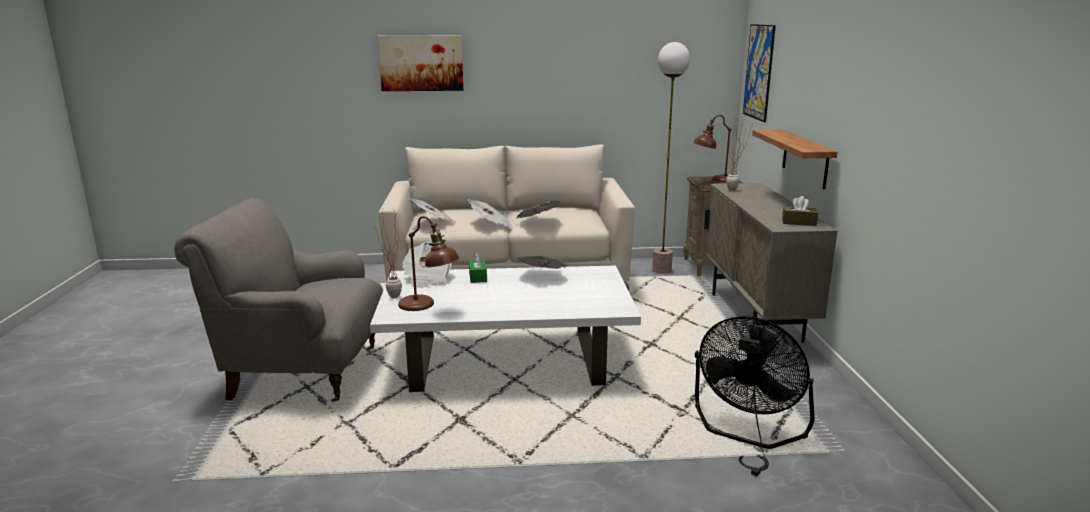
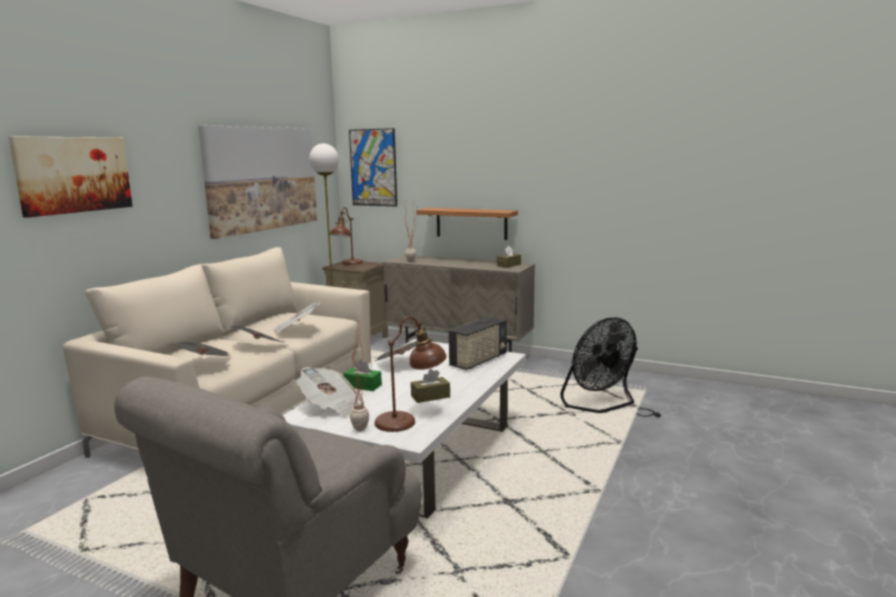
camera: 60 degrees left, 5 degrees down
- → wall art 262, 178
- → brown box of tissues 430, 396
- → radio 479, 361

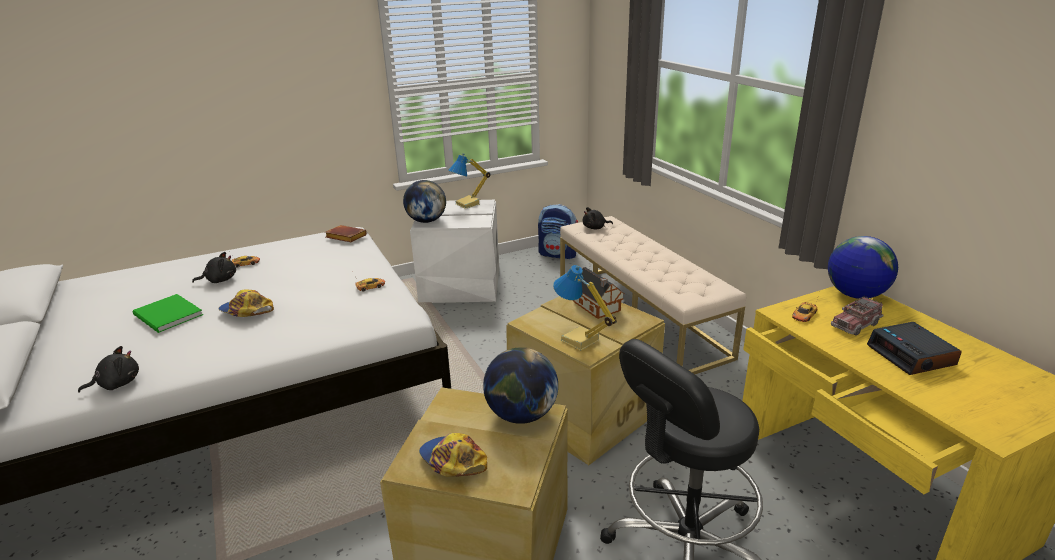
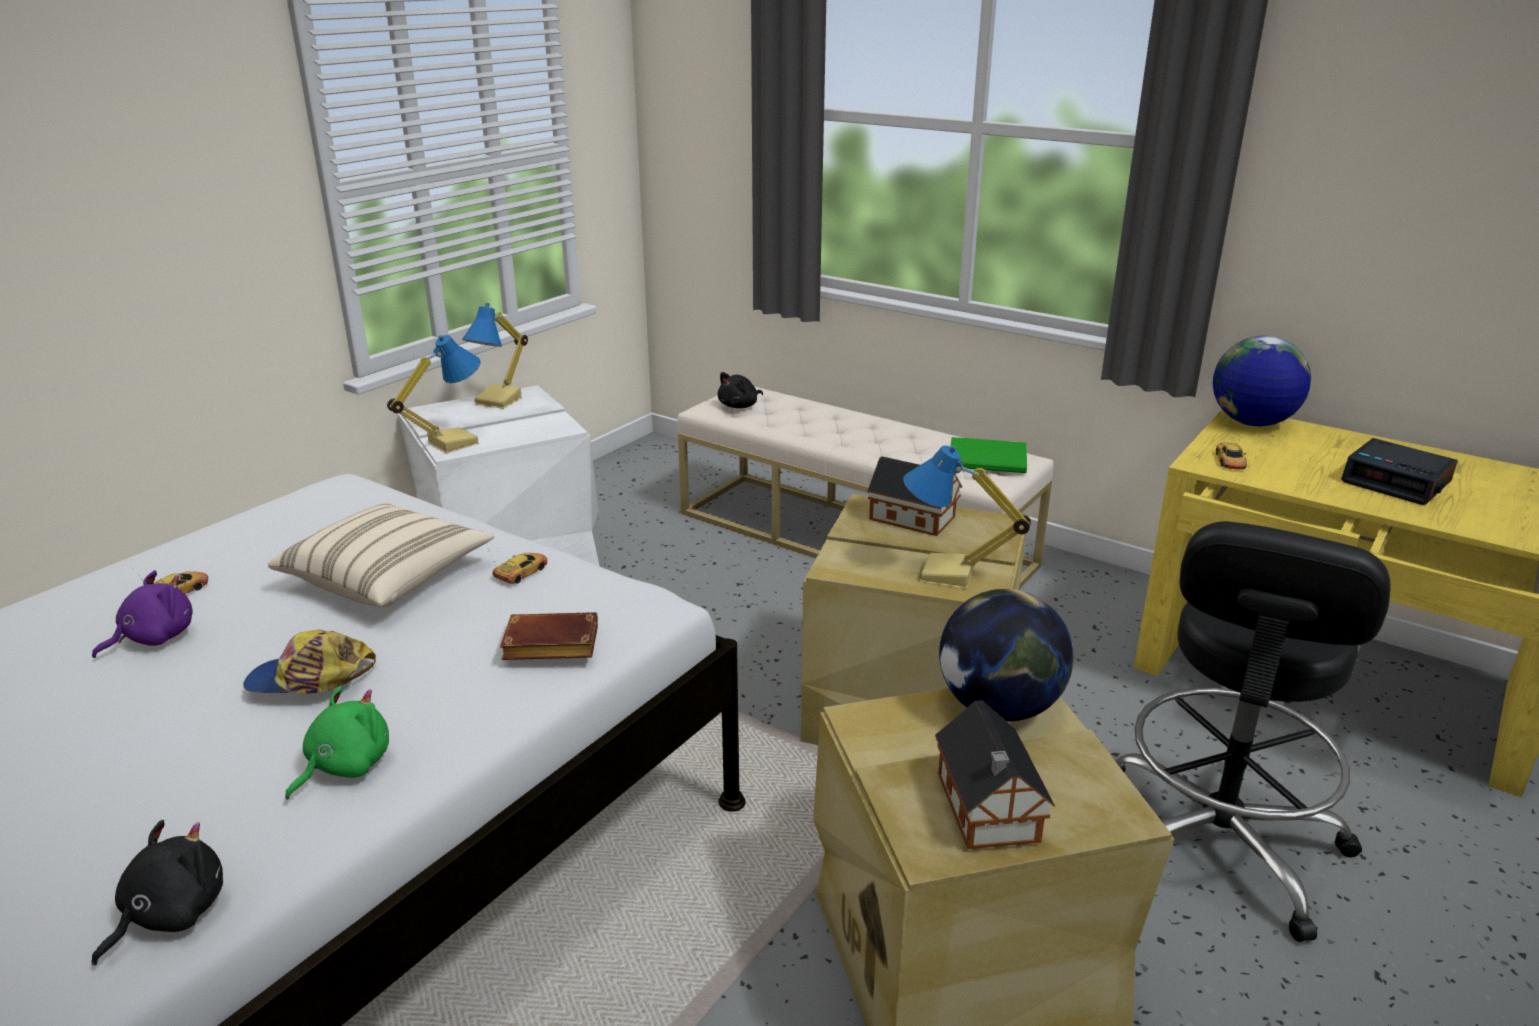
camera: 30 degrees left, 0 degrees up
rucksack 558, 254 → -
toy truck 855, 324 → -
- → beige cushion 388, 578
- → greenish cuddly toy 344, 766
greenish volume 167, 316 → greenish volume 990, 459, relocated
brown volume 345, 237 → brown volume 548, 646, relocated
globe 426, 221 → lamp for a table 451, 442
peaked cap 452, 460 → toy house 987, 811
black cuddly toy 219, 280 → purple cuddly toy 154, 638

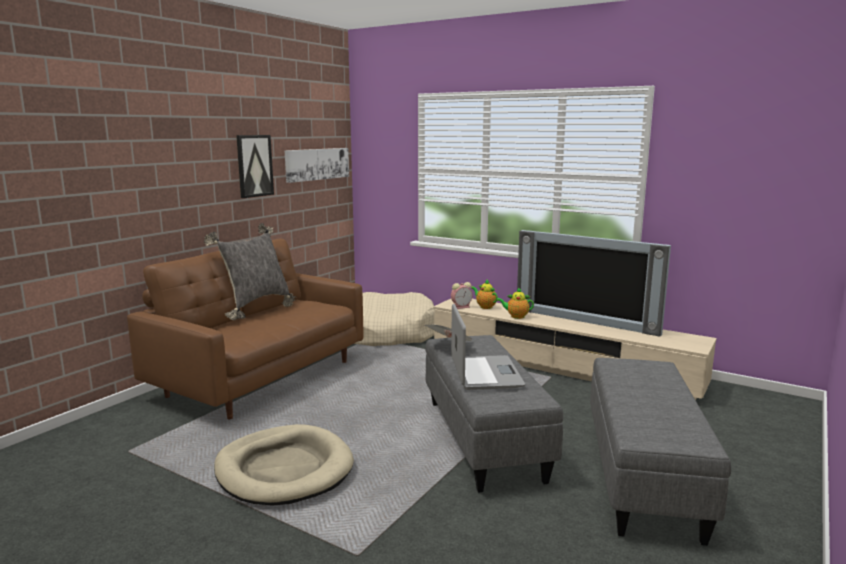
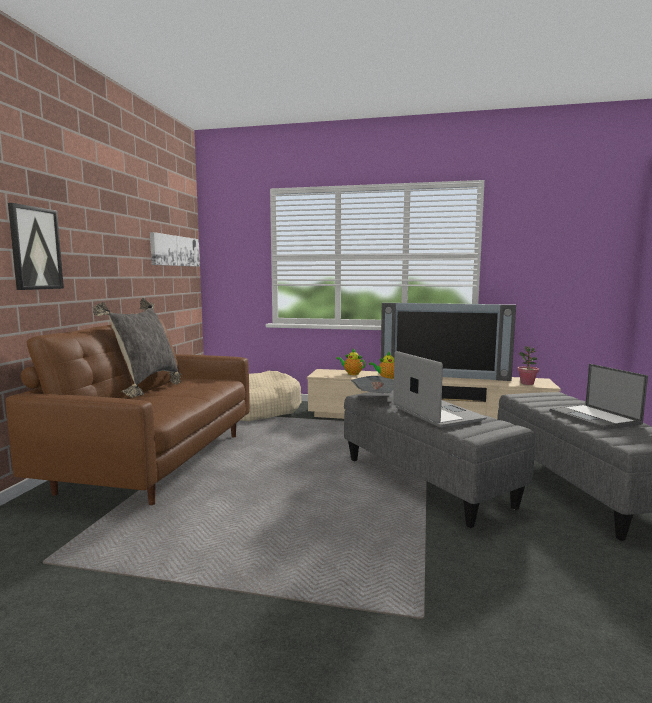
camera: 20 degrees left, 5 degrees down
beige dog cushion 284, 470 → -
bedside clock 461, 307 → -
- → houseplant 527, 383
- → notebook computer 595, 418
wall art 254, 166 → wall art 35, 248, relocated

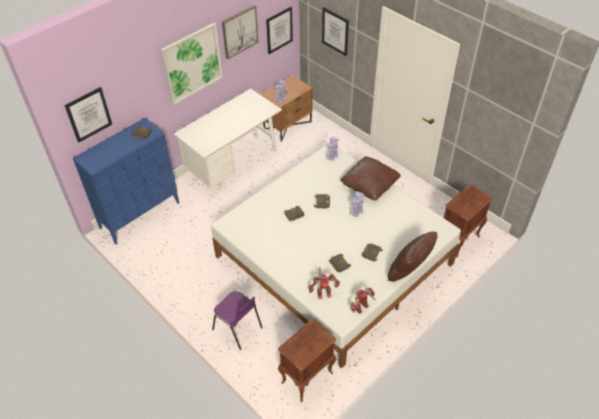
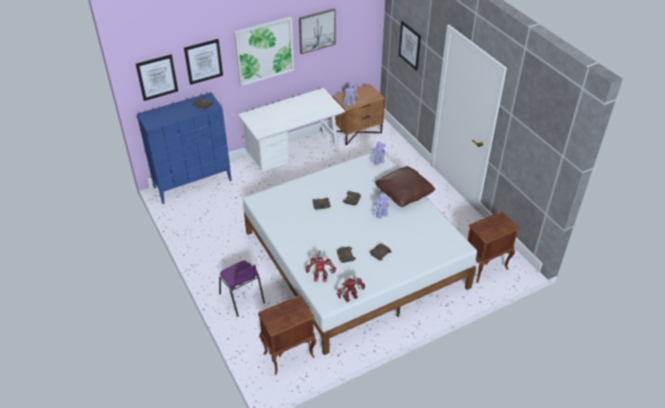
camera: 15 degrees right, 5 degrees down
brown cushion 409, 271 → -
wall art 279, 30 → wall art 203, 61, relocated

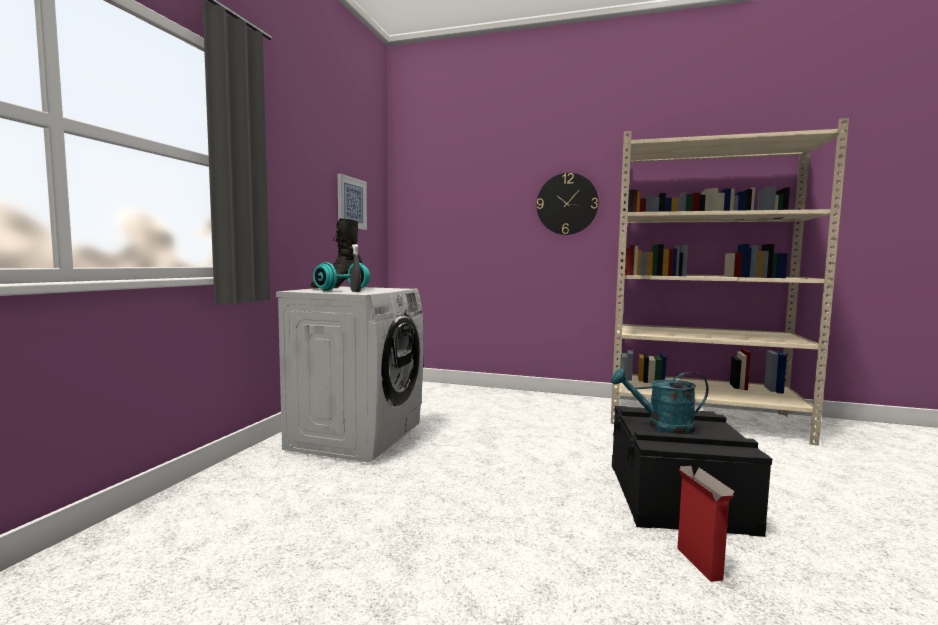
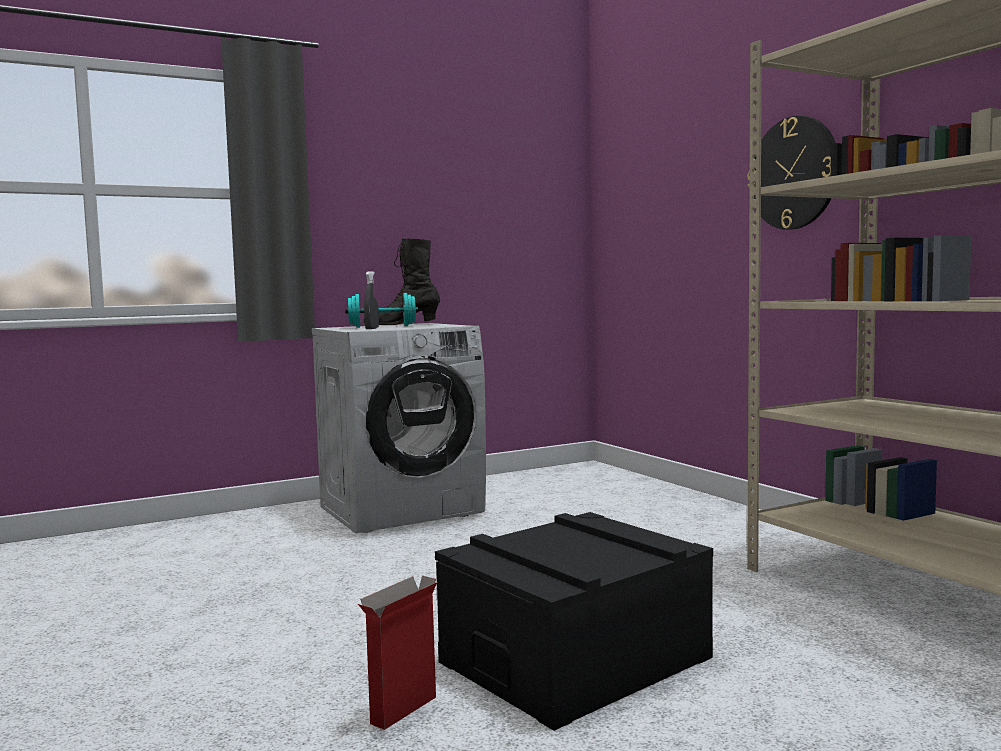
camera: 45 degrees right, 0 degrees up
wall art 351, 203 → -
blue-green watering pot 662, 426 → -

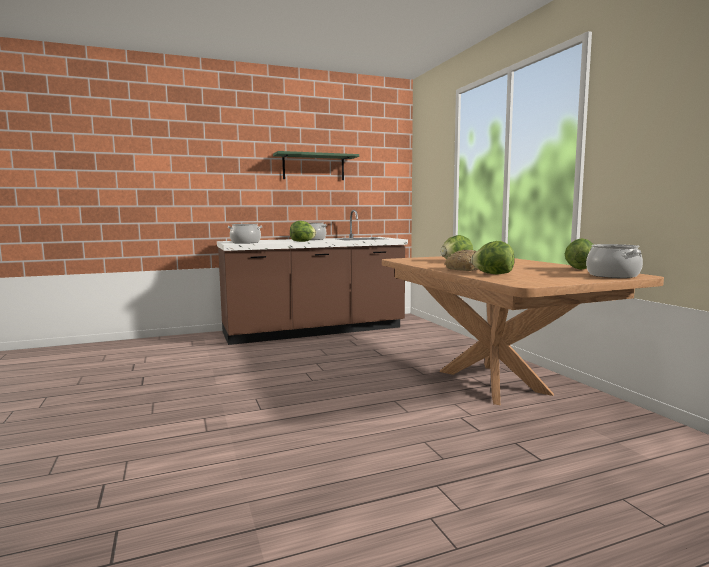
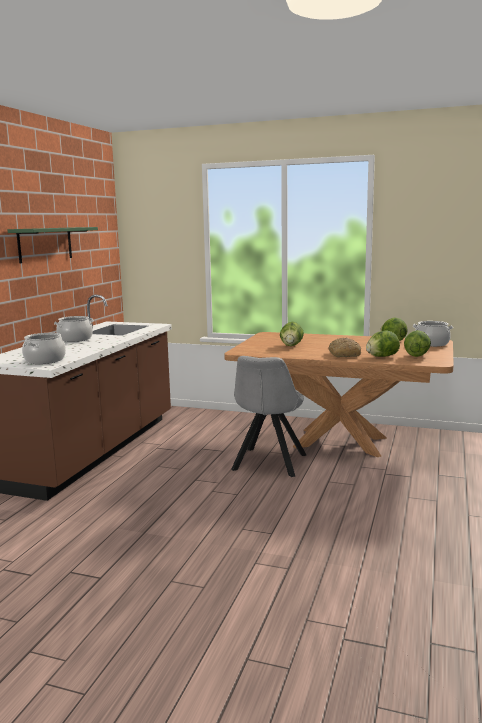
camera: 50 degrees left, 5 degrees up
- → greyish chair 269, 463
lettuce 302, 241 → lettuce 416, 356, relocated

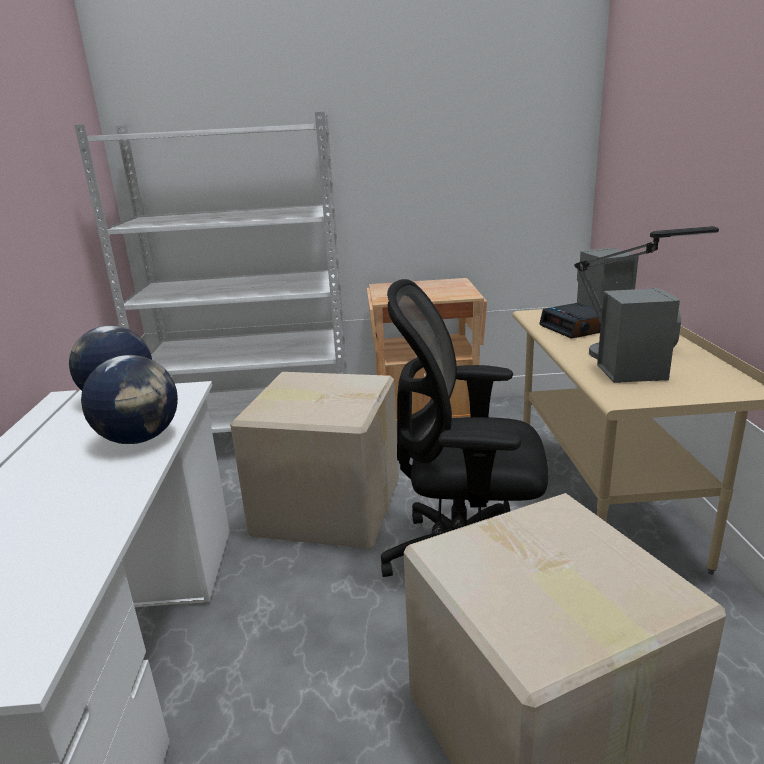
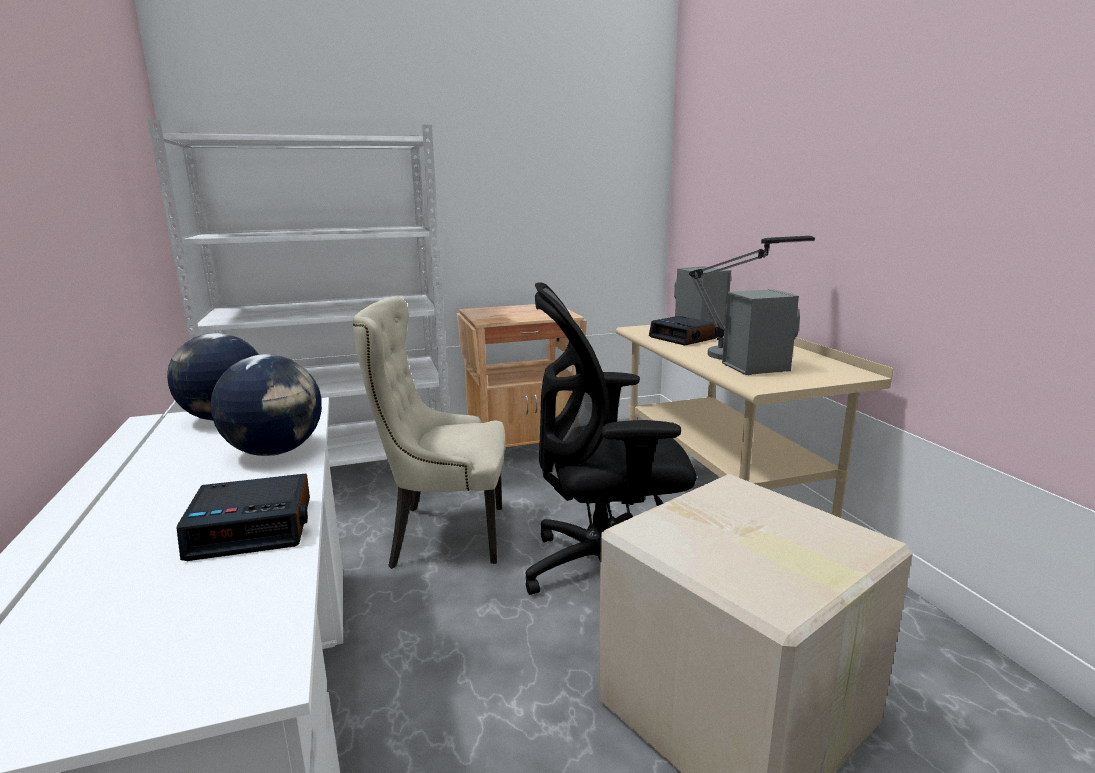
camera: 15 degrees left, 5 degrees down
- → bedside clock 253, 527
cardboard box 327, 506 → beige chair 445, 535

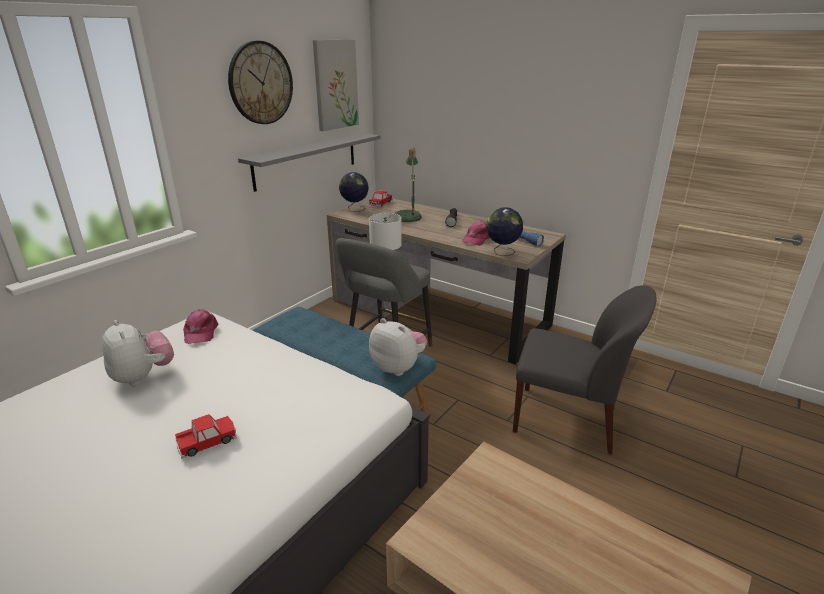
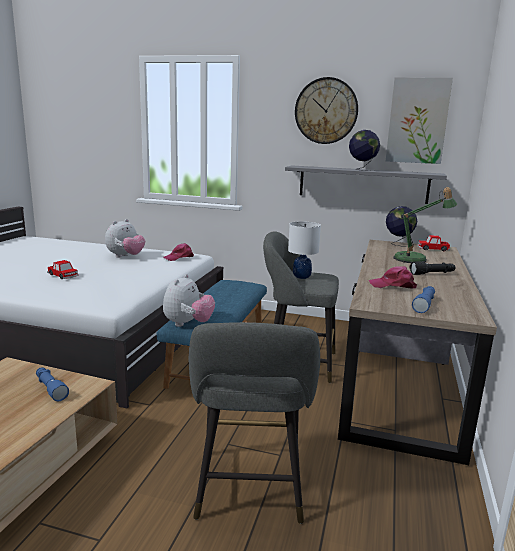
camera: 70 degrees right, 10 degrees down
- → blue-coloured flashlight 50, 389
globe 502, 252 → globe 362, 169, relocated
greyish chair 568, 420 → greyish sitting stool 249, 490

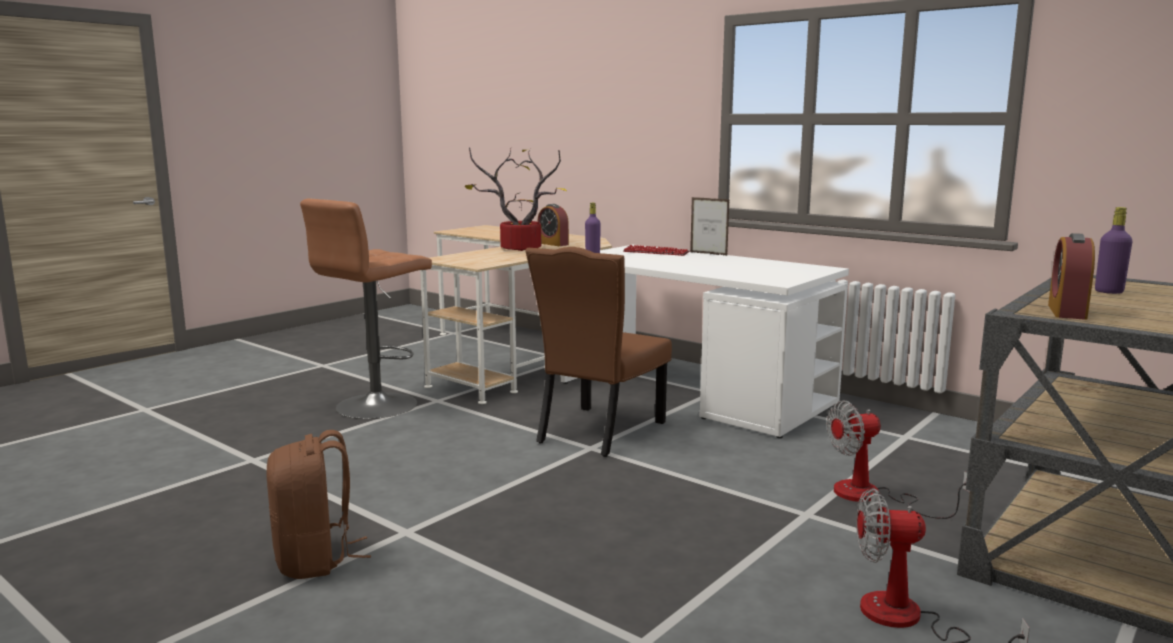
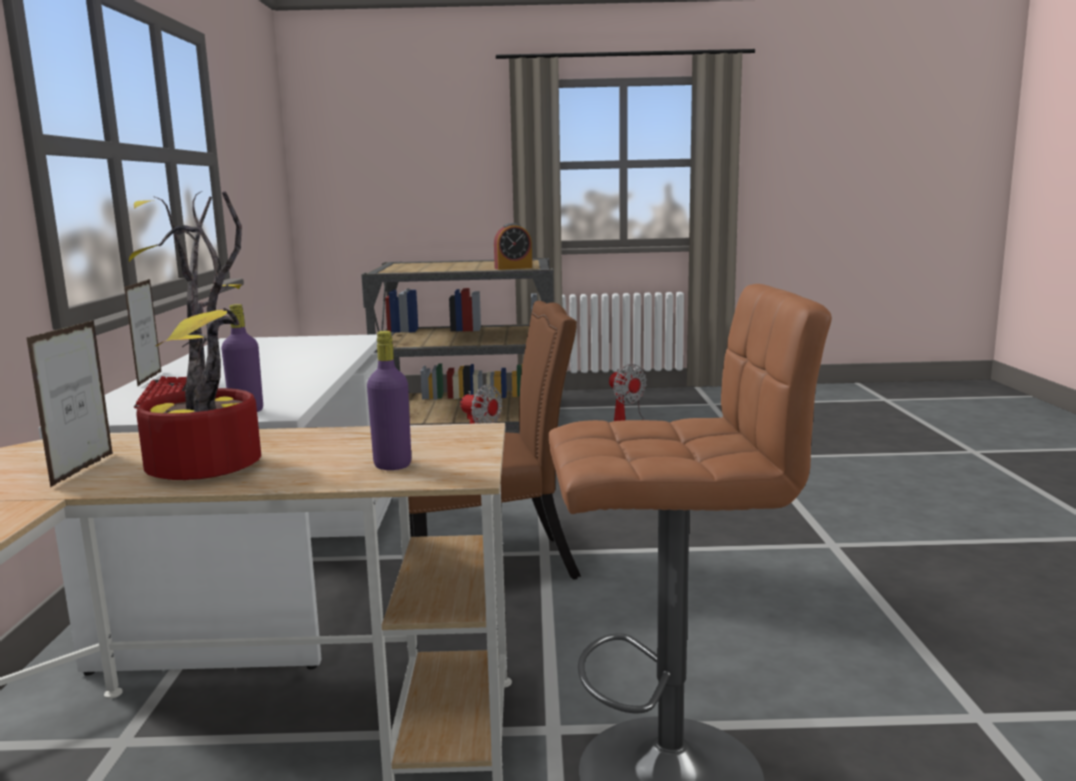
camera: 130 degrees left, 0 degrees up
brown rucksack 316, 560 → -
purple bottle 1109, 292 → purple bottle 392, 465, relocated
bedside clock 553, 244 → photo frame 83, 469

